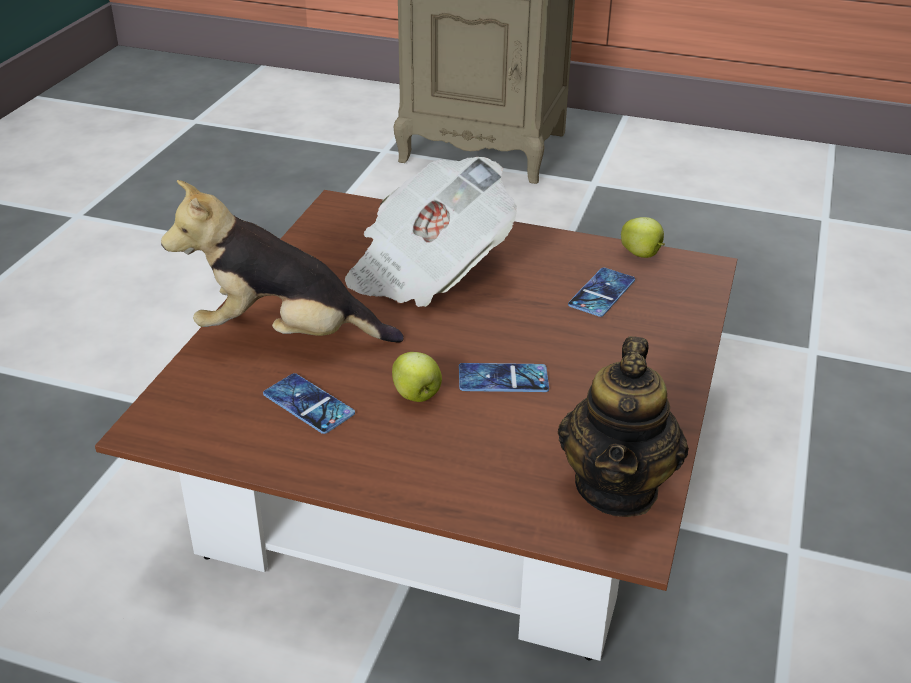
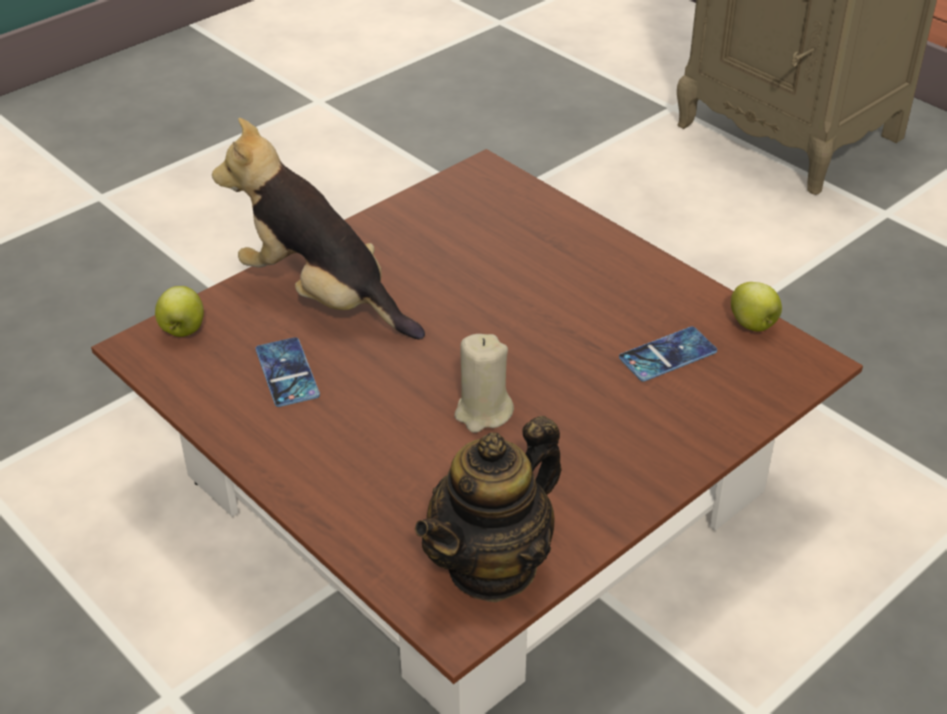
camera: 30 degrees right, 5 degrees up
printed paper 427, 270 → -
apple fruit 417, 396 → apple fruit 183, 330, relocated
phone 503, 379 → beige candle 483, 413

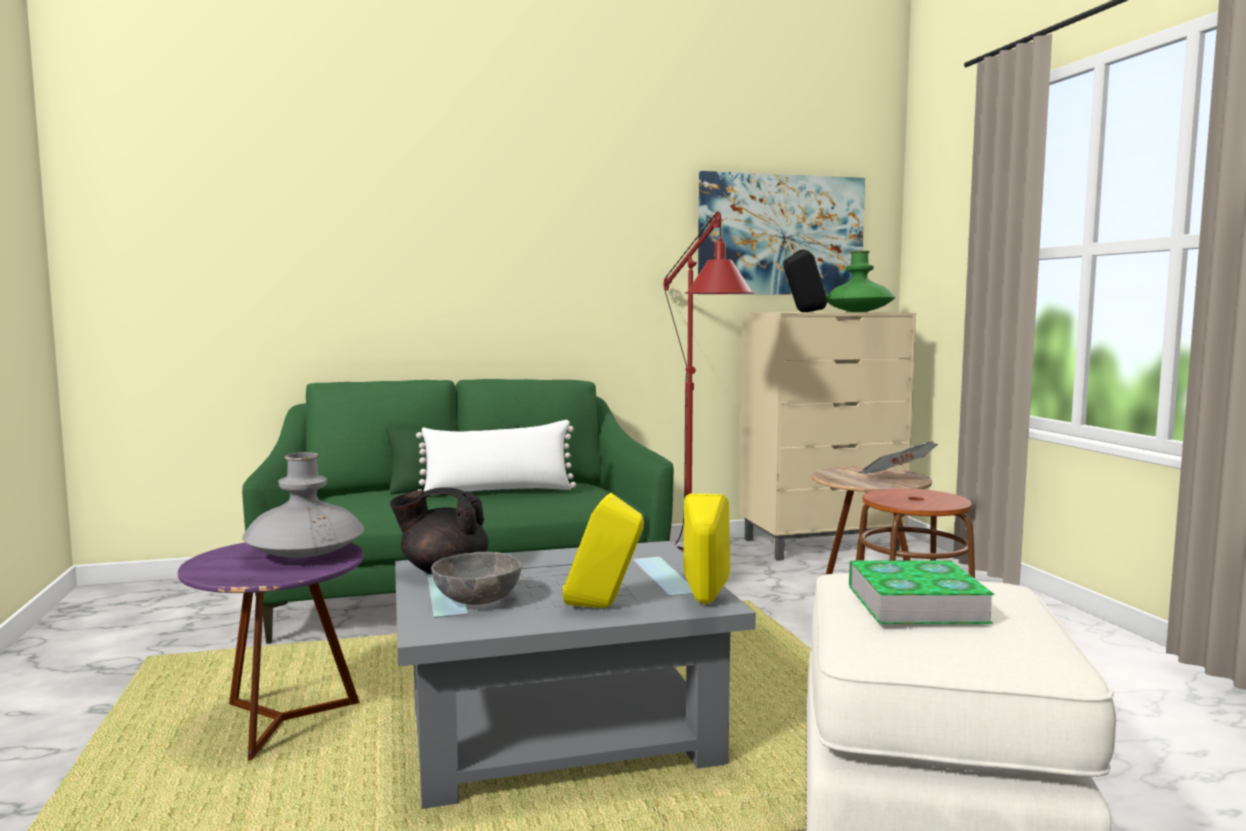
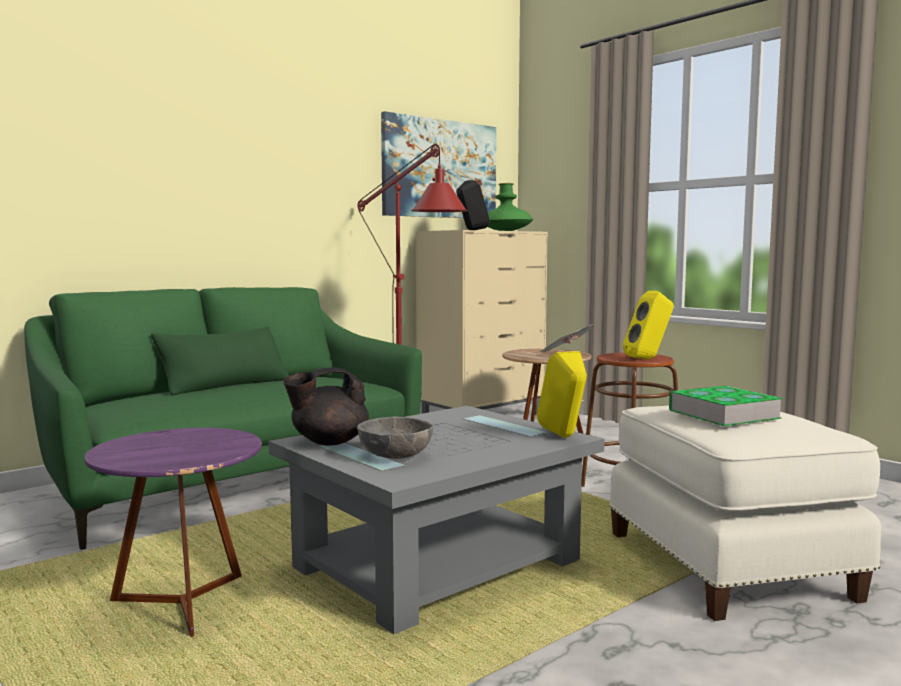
camera: 25 degrees left, 0 degrees up
greyish flower vase 305, 553 → -
whitish cushion 498, 491 → -
yellow audio speaker 603, 607 → yellow audio speaker 648, 359, relocated

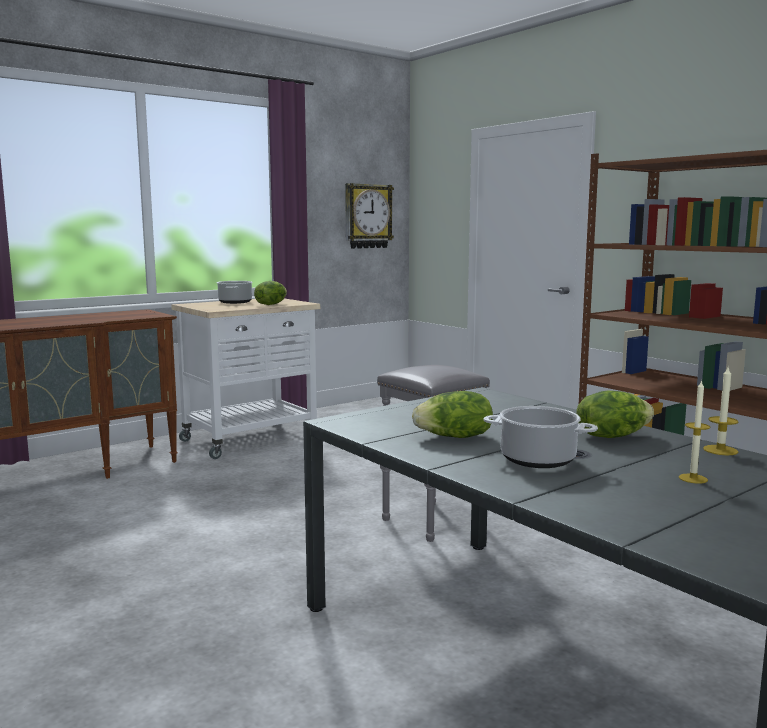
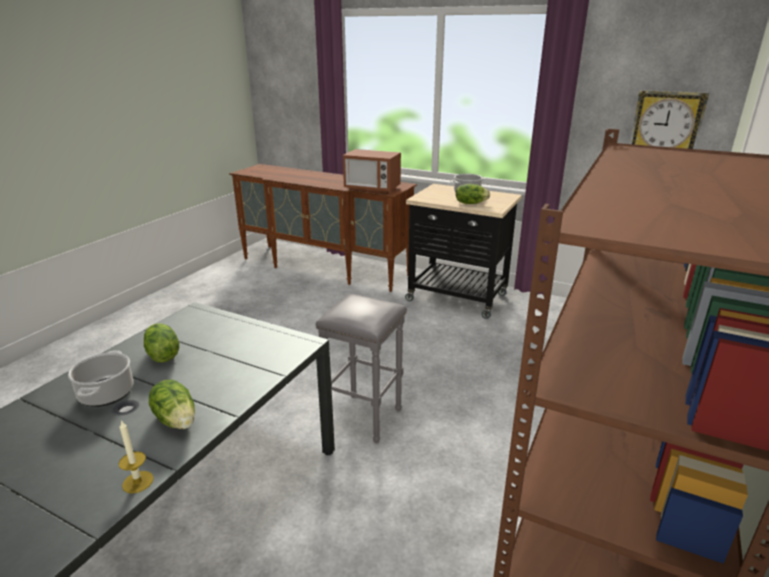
camera: 65 degrees right, 15 degrees up
candle 693, 478 → -
- → microwave oven 372, 188
whitish cart 249, 439 → black cart 457, 298

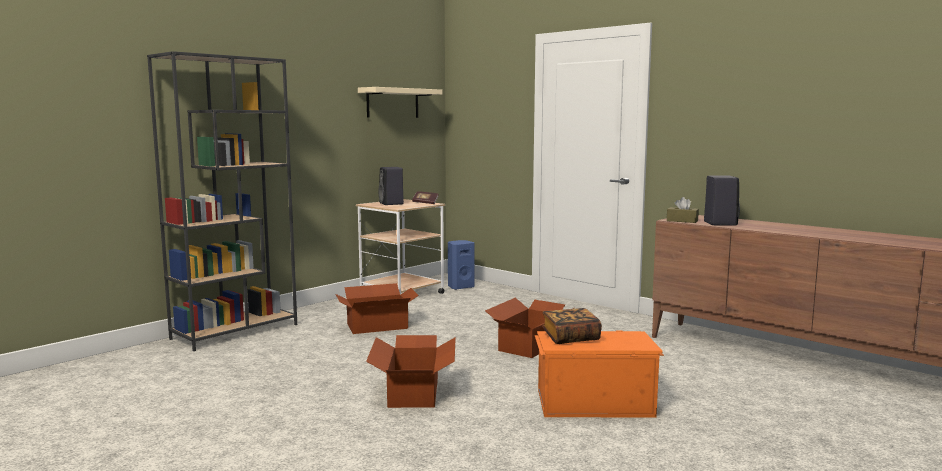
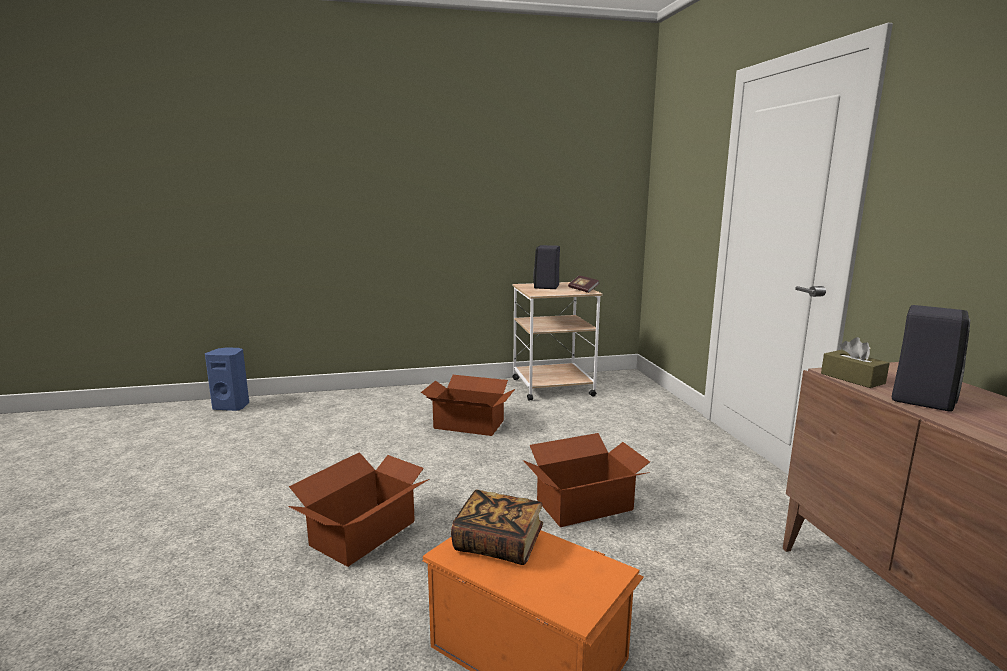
camera: 35 degrees right, 5 degrees up
bookcase 235, 331 → -
beige wall shelf 392, 103 → -
blue-coloured audio speaker 460, 287 → blue-coloured audio speaker 232, 406, relocated

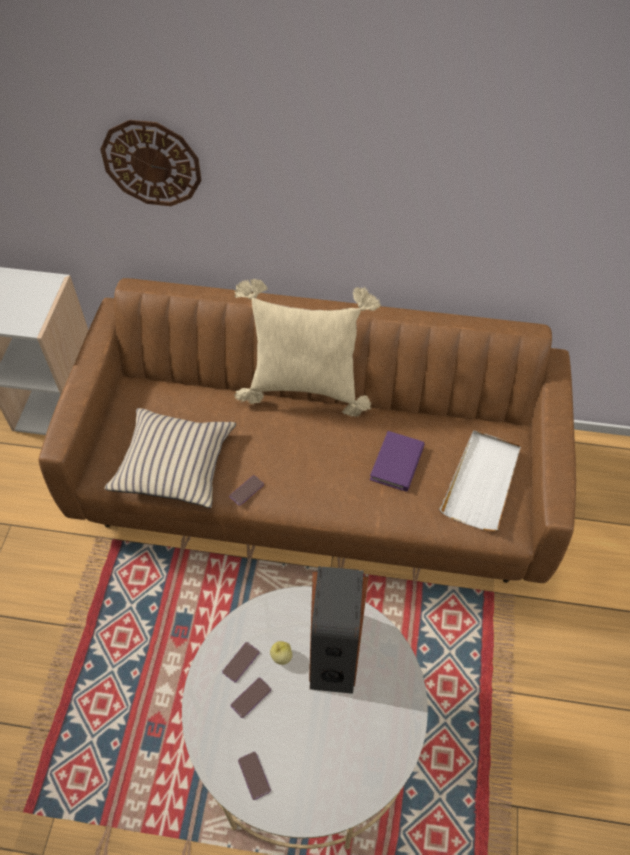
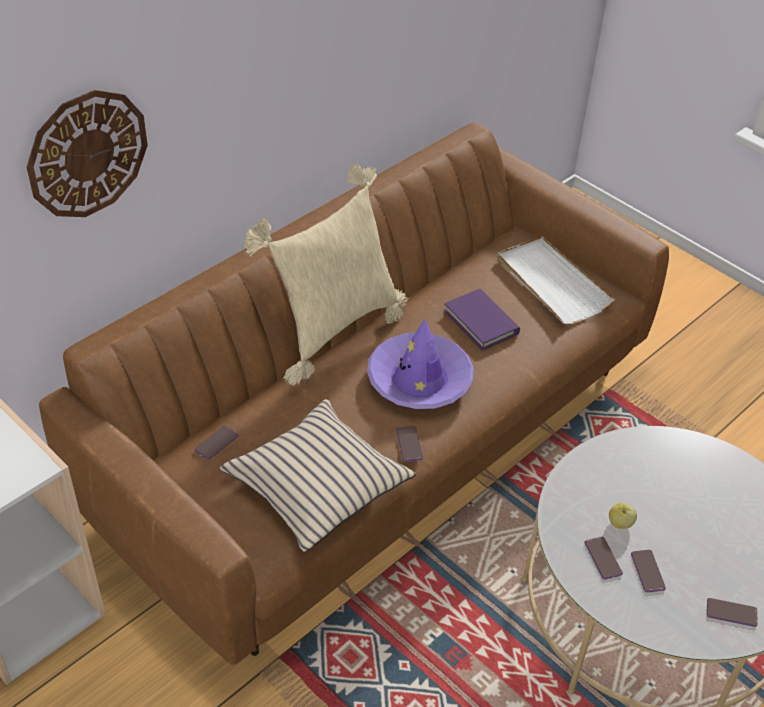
camera: 55 degrees left, 10 degrees down
audio speaker 335, 649 → -
- → phone 216, 443
- → purple wearable hat 419, 380

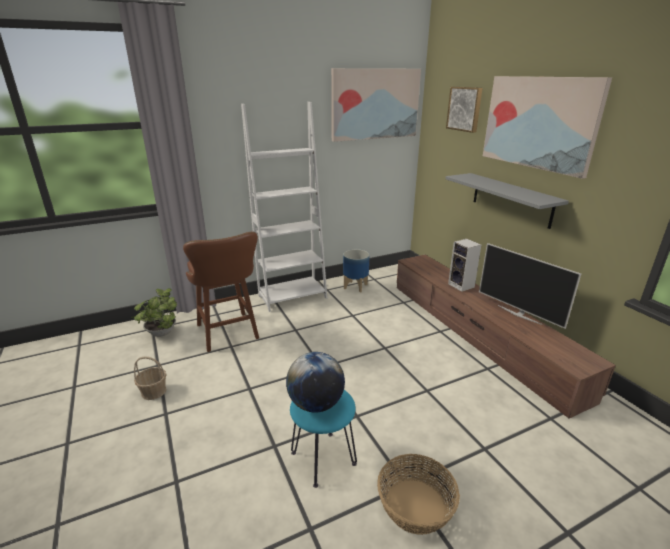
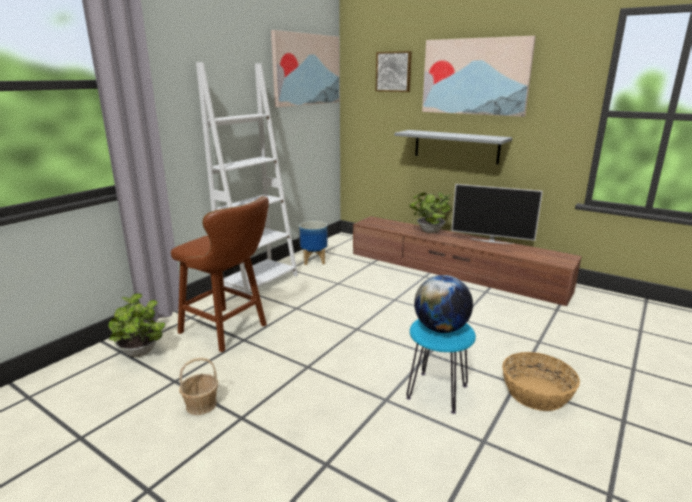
camera: 30 degrees left, 5 degrees down
audio speaker 462, 286 → houseplant 429, 232

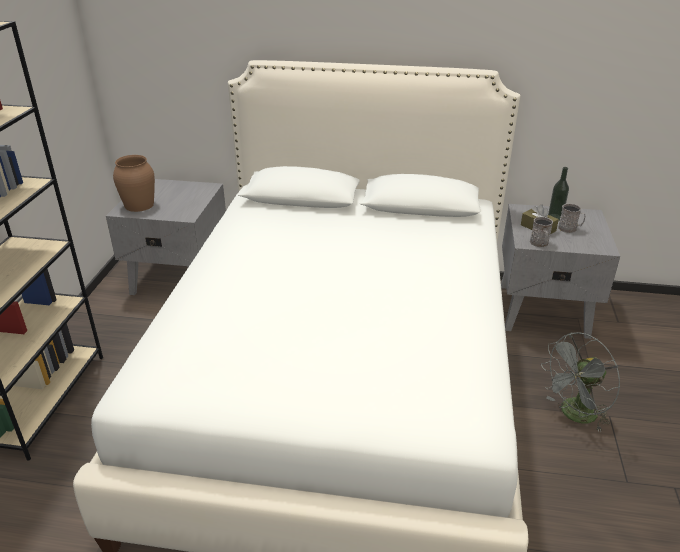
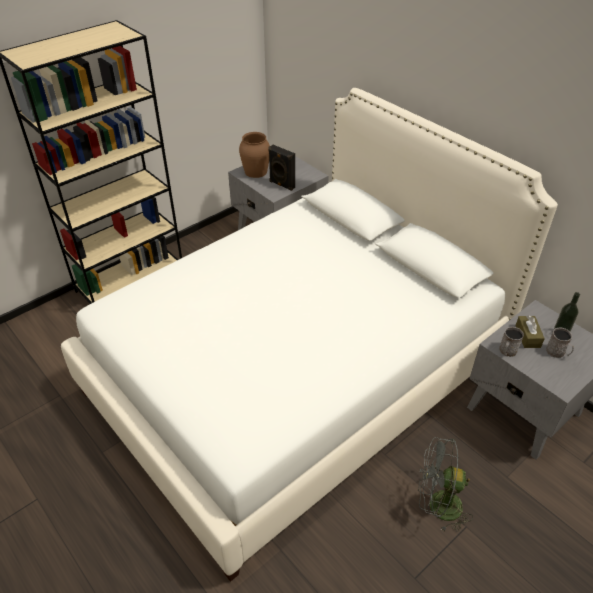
camera: 40 degrees right, 10 degrees up
- → black audio speaker 281, 185

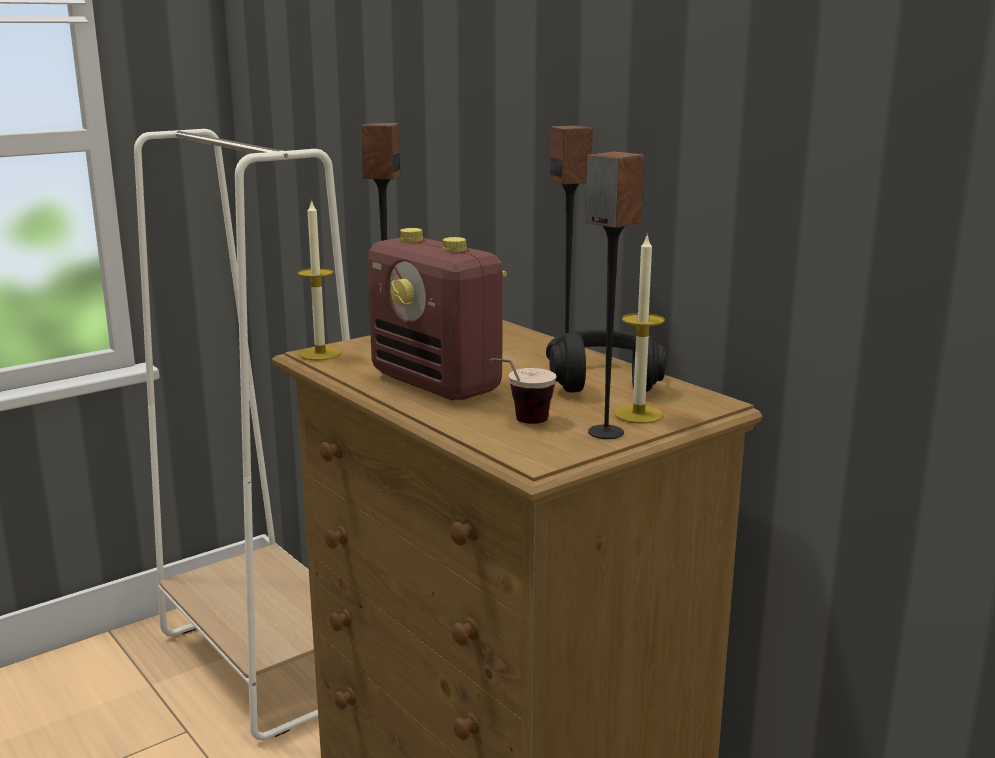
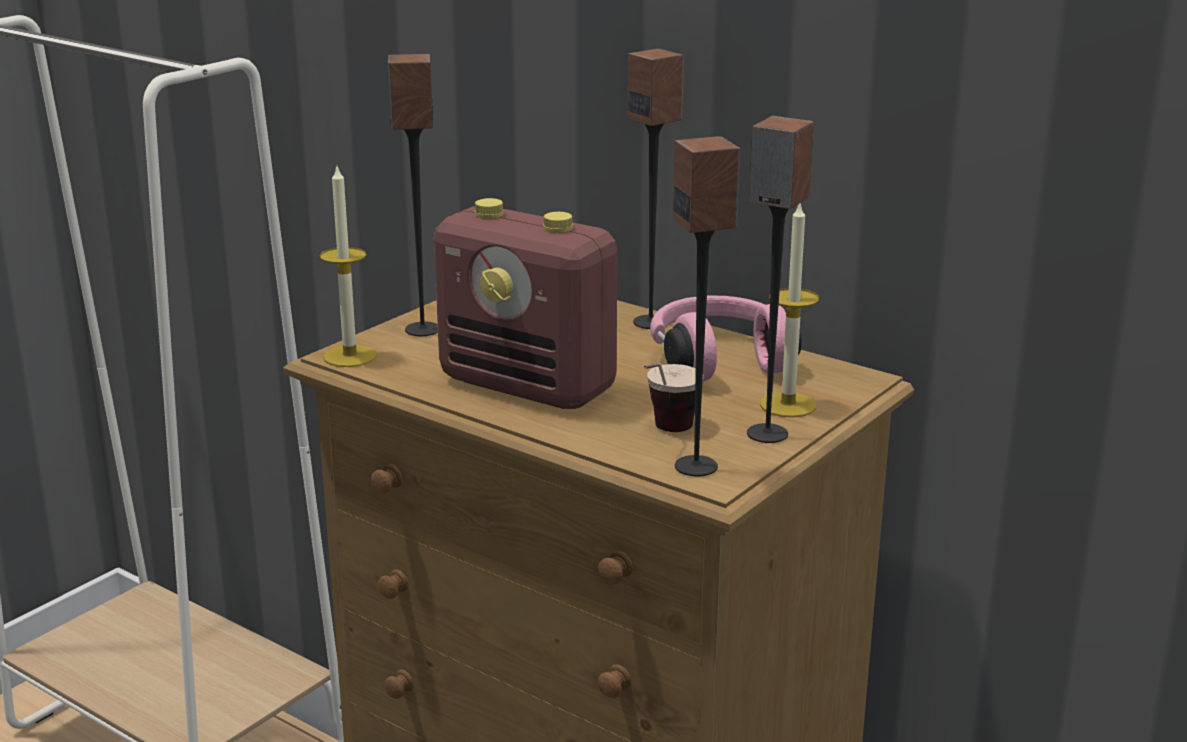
camera: 15 degrees left, 5 degrees up
- → audio speaker 697, 466
black headset 602, 380 → pink headset 718, 360

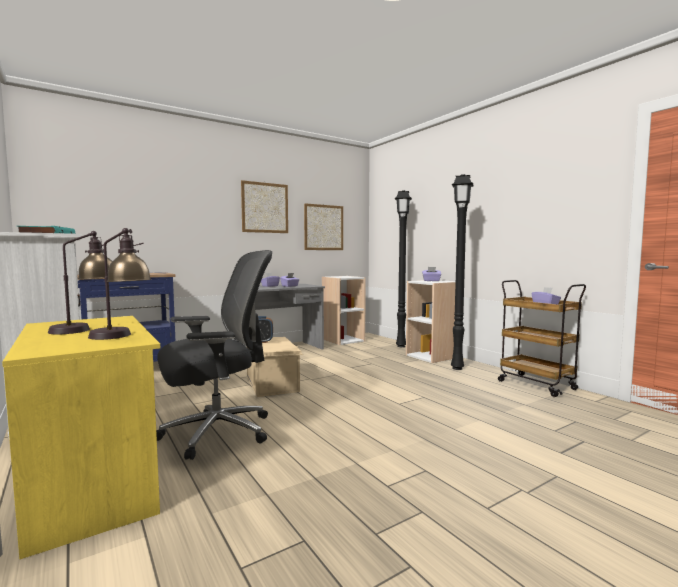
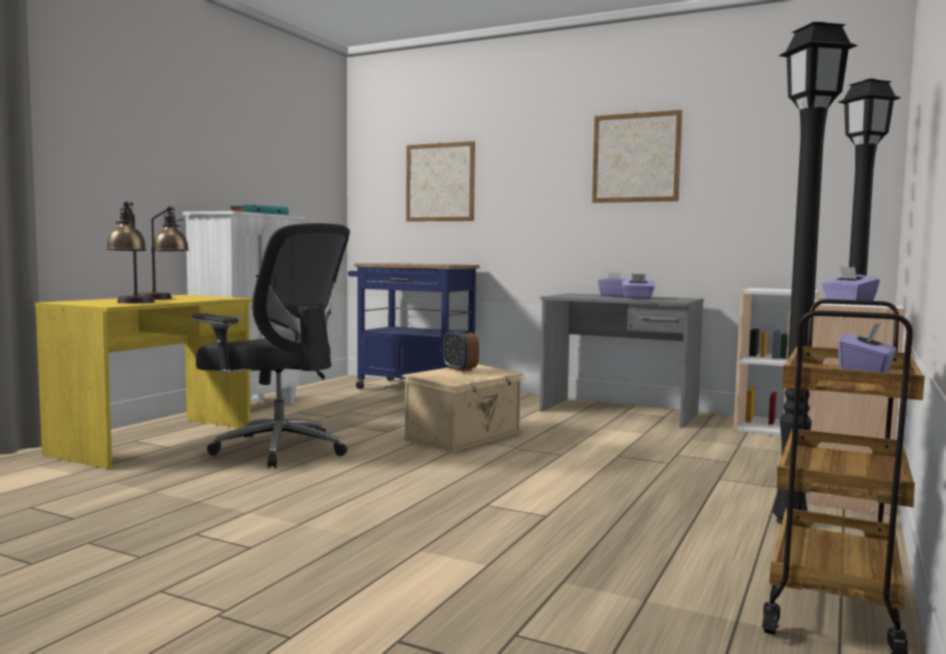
camera: 60 degrees right, 0 degrees up
wall art 323, 227 → wall art 440, 181, relocated

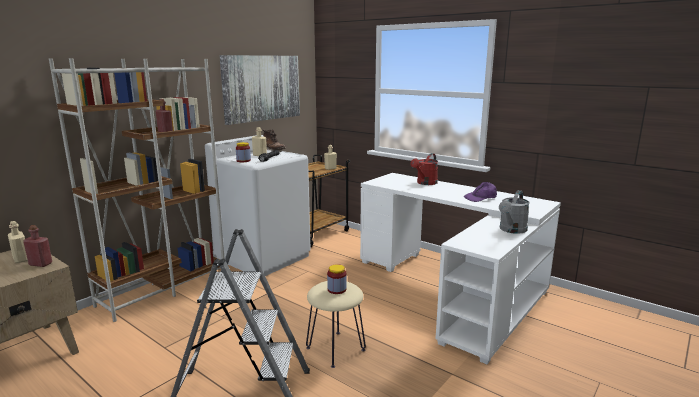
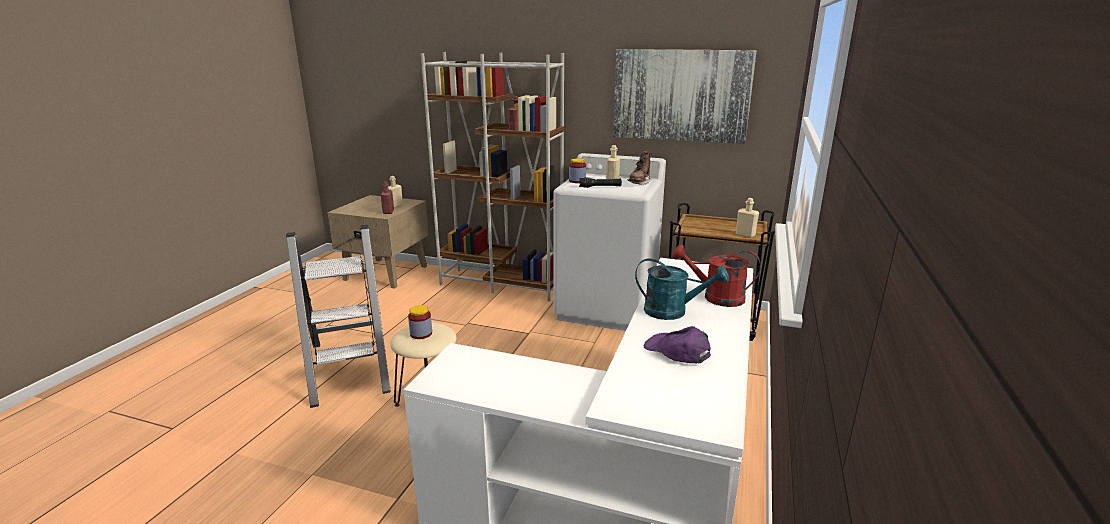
camera: 70 degrees right, 5 degrees up
greyish watering pot 511, 230 → -
- → blue-green watering pot 673, 312

